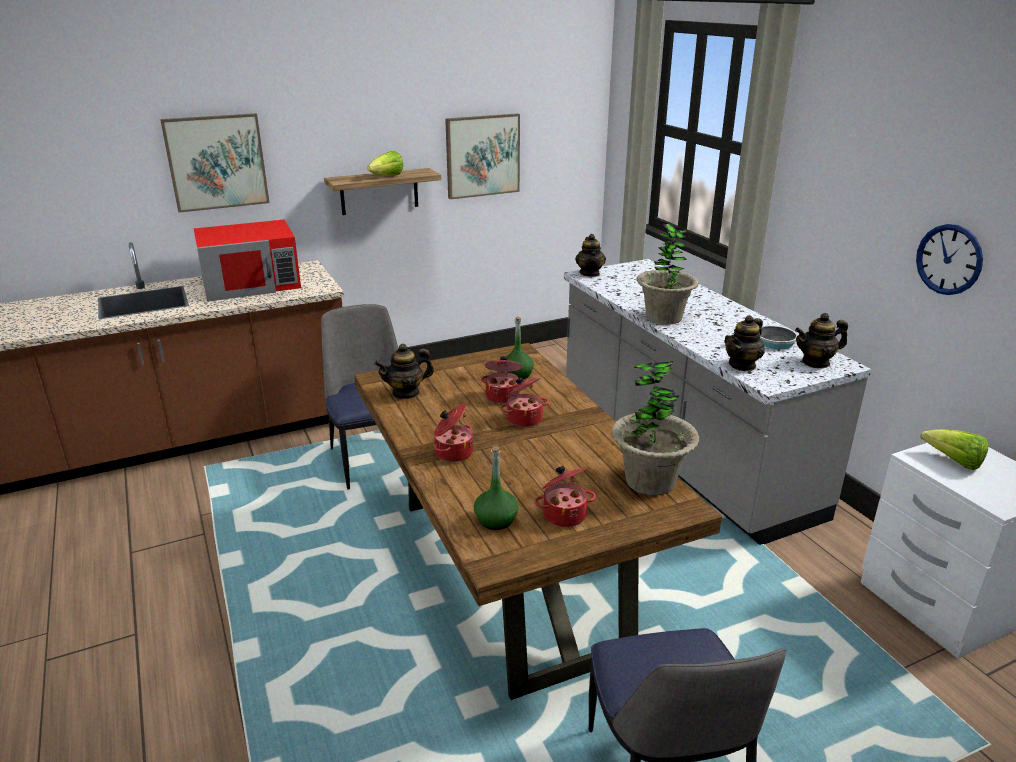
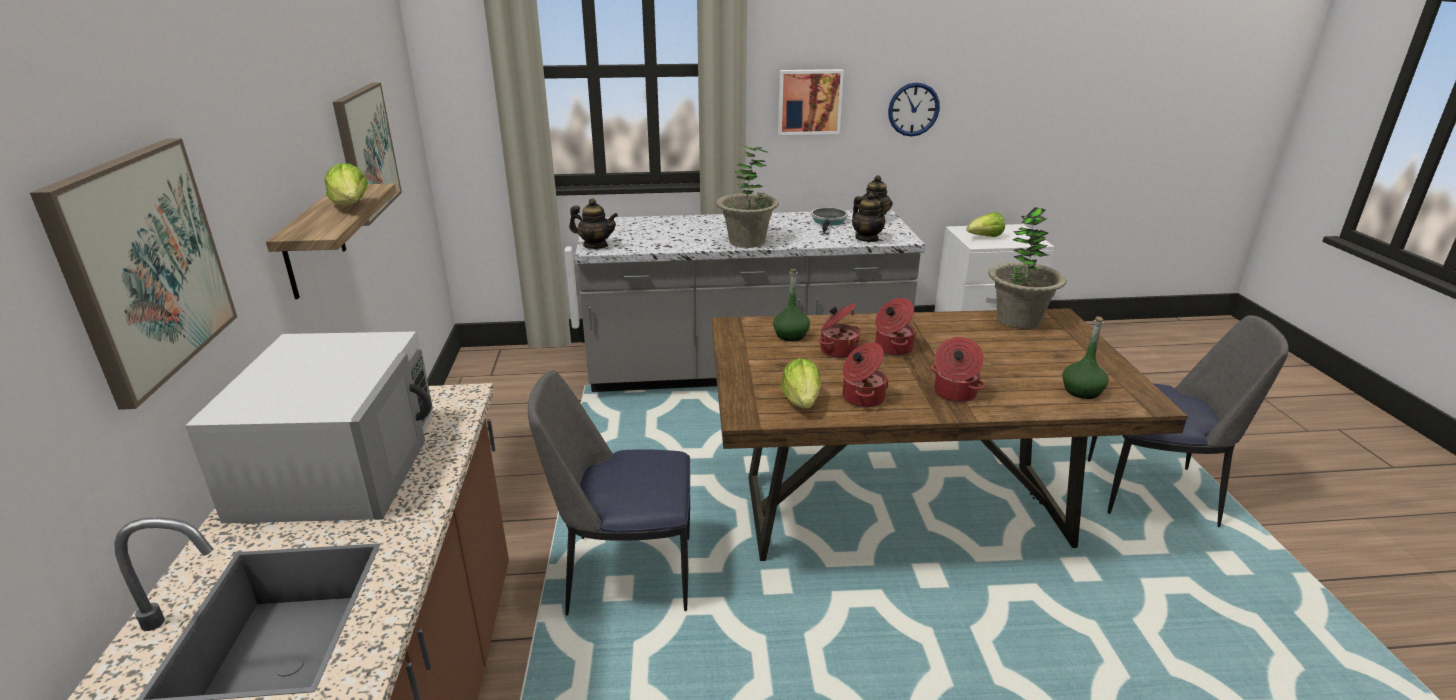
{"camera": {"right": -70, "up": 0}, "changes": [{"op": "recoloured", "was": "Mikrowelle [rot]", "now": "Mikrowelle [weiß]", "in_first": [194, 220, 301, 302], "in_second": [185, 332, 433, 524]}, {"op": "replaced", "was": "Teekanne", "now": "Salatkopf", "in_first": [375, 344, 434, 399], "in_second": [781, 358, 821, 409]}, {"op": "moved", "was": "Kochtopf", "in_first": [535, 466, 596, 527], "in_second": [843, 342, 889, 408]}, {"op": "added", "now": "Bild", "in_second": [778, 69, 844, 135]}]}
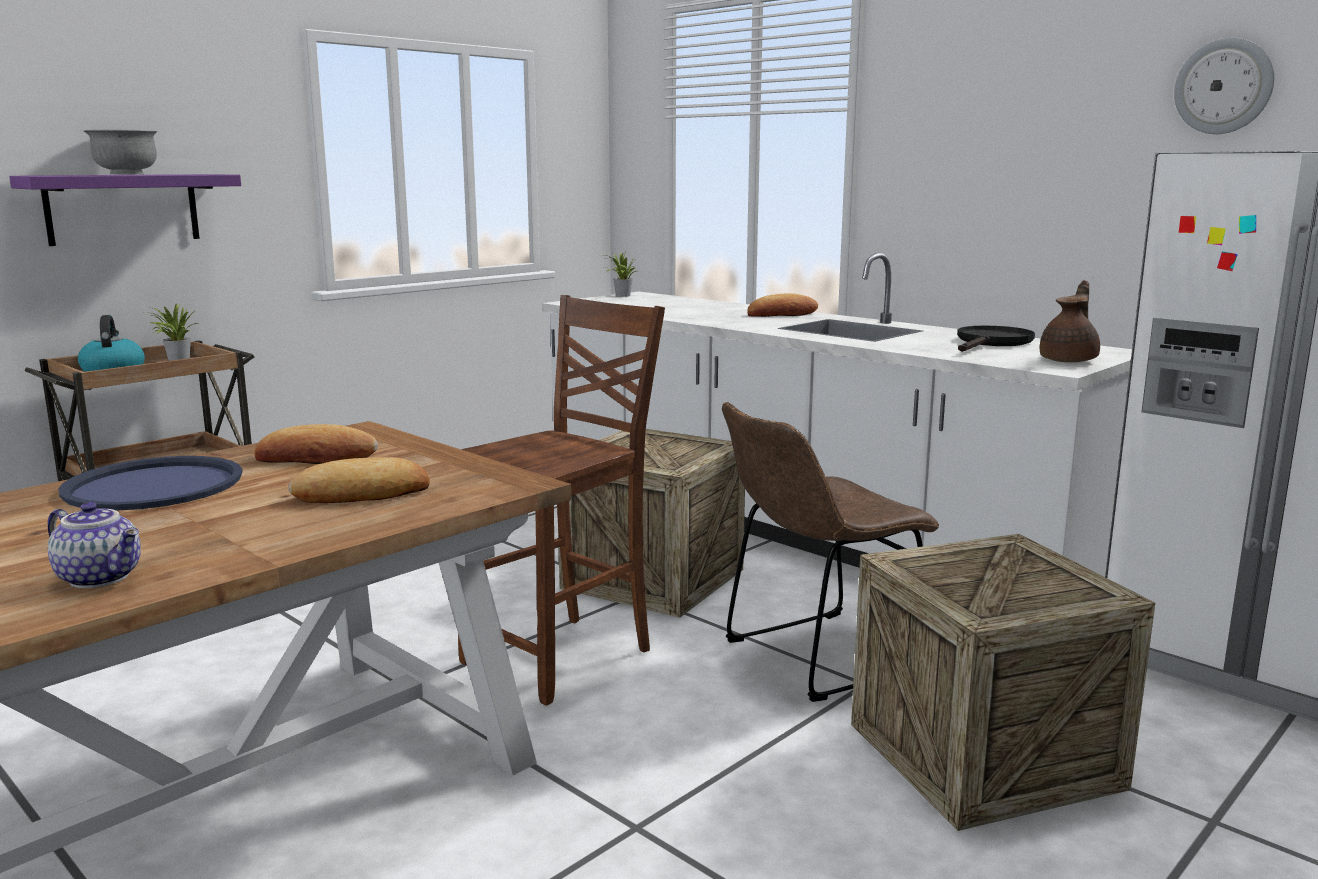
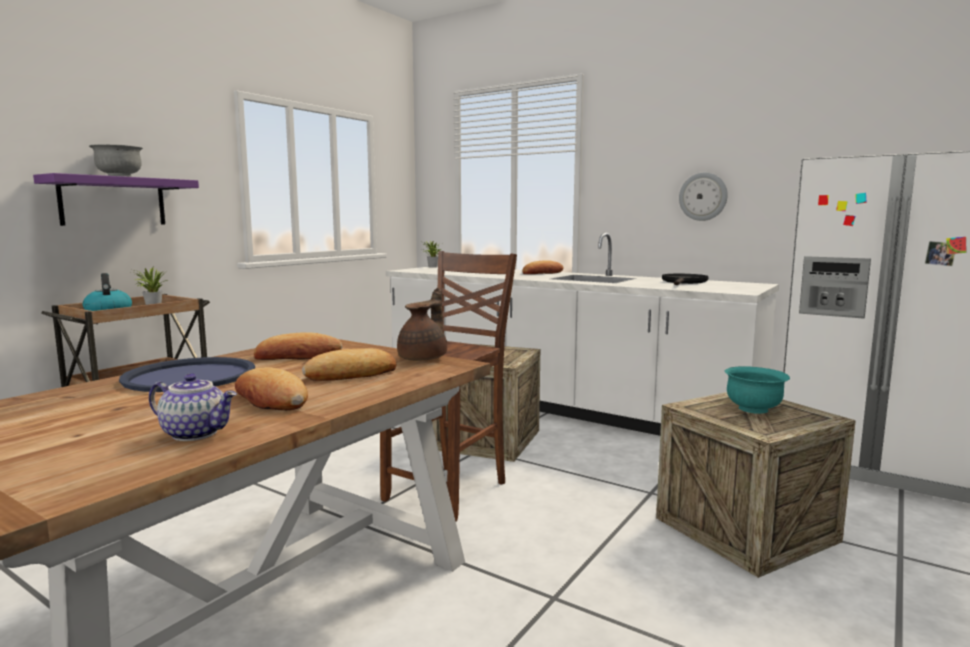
{"camera": {"right": -10, "up": -5}, "changes": [{"op": "removed", "was": "Stuhl [braun]", "in_first": [722, 402, 939, 702]}, {"op": "moved", "was": "Teekanne [braun]", "in_first": [1039, 280, 1100, 362], "in_second": [397, 287, 447, 361]}, {"op": "moved", "was": "Wanduhr", "in_first": [1174, 38, 1274, 134], "in_second": [679, 172, 728, 221]}, {"op": "added", "now": "Brot", "in_second": [235, 367, 308, 410]}, {"op": "added", "now": "Schüssel [türkis]", "in_second": [725, 366, 790, 414]}]}
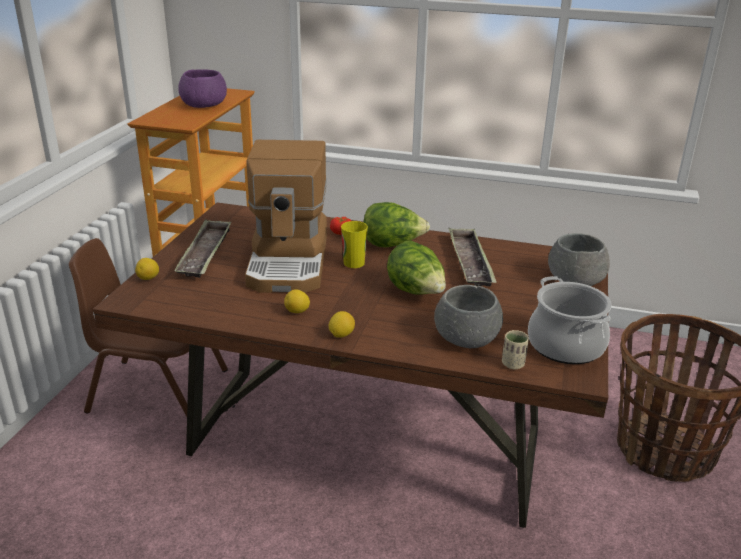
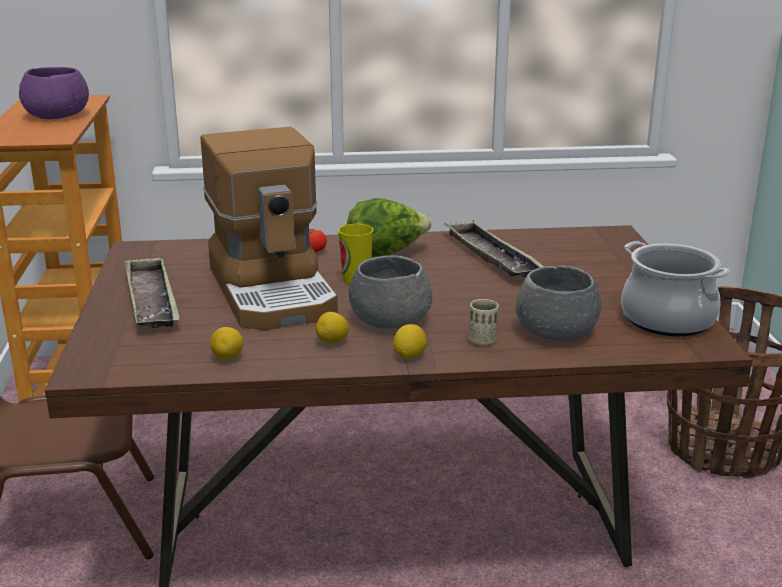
{"camera": {"right": -20, "up": -5}, "changes": [{"op": "moved", "was": "Zitrone", "in_first": [135, 258, 159, 280], "in_second": [210, 327, 243, 360]}, {"op": "removed", "was": "Salatkopf", "in_first": [387, 241, 446, 295]}, {"op": "moved", "was": "Tasse [beige]", "in_first": [502, 330, 529, 369], "in_second": [469, 299, 499, 346]}, {"op": "moved", "was": "Schüssel [grau]", "in_first": [548, 233, 610, 286], "in_second": [349, 256, 432, 328]}]}
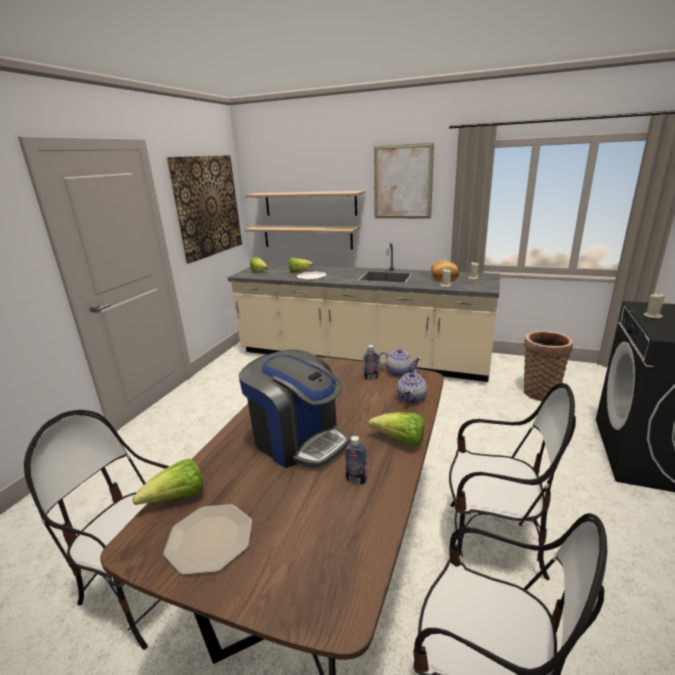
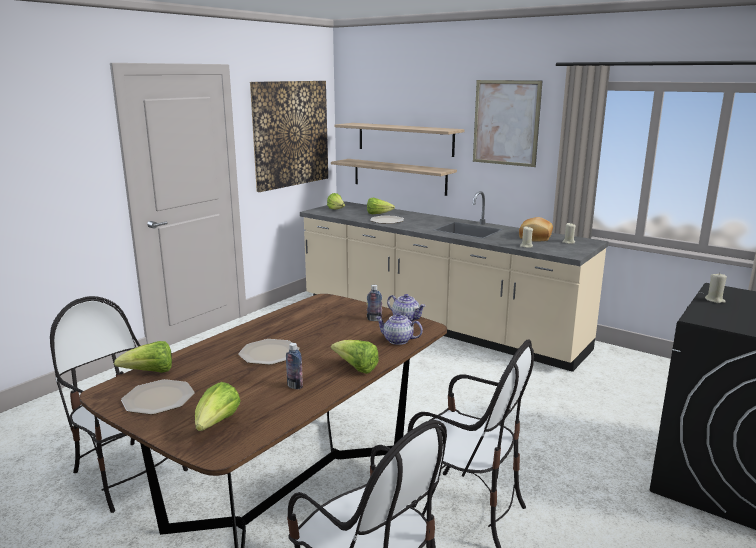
{"camera": {"right": 15, "up": -5}, "changes": [{"op": "replaced", "was": "Kaffeemaschine", "now": "Teller", "in_first": [239, 350, 350, 468], "in_second": [238, 339, 300, 365]}, {"op": "turned", "was": "Teekanne", "in_first": [397, 369, 427, 403], "in_second": [375, 313, 423, 345], "clockwise": 75}, {"op": "removed", "was": "Korb", "in_first": [524, 331, 573, 401]}, {"op": "added", "now": "Salatkopf", "in_second": [195, 382, 240, 431]}]}
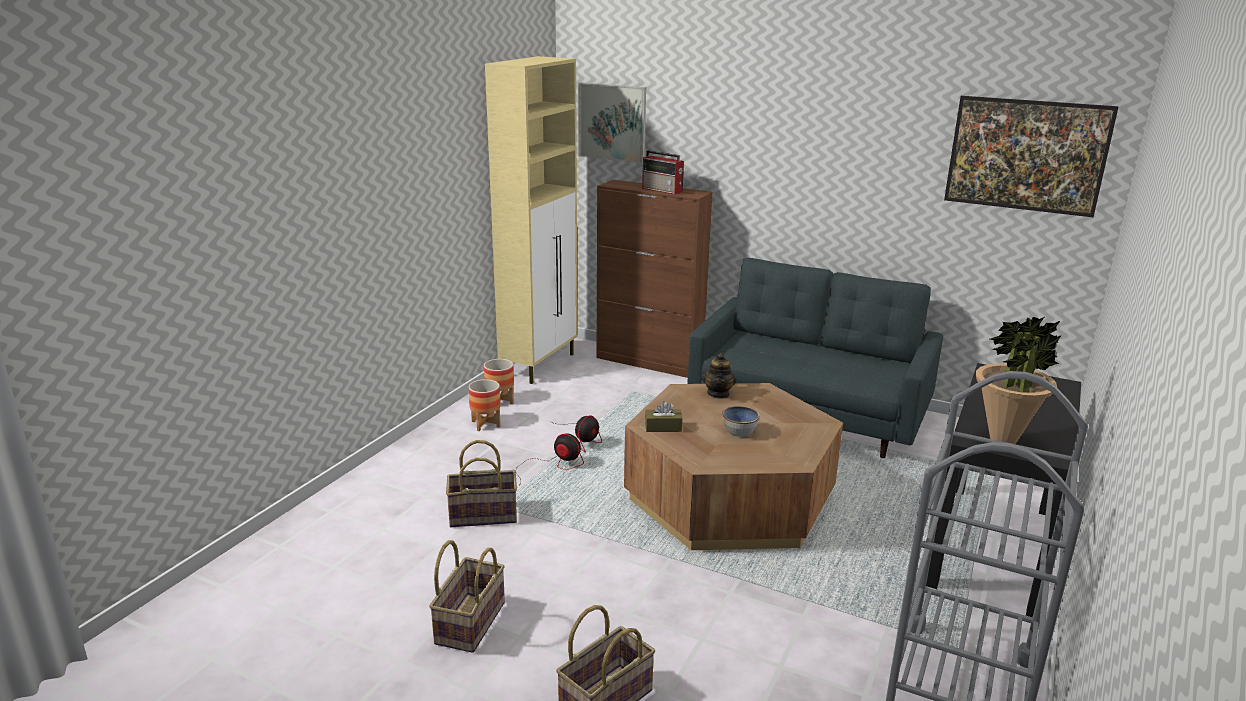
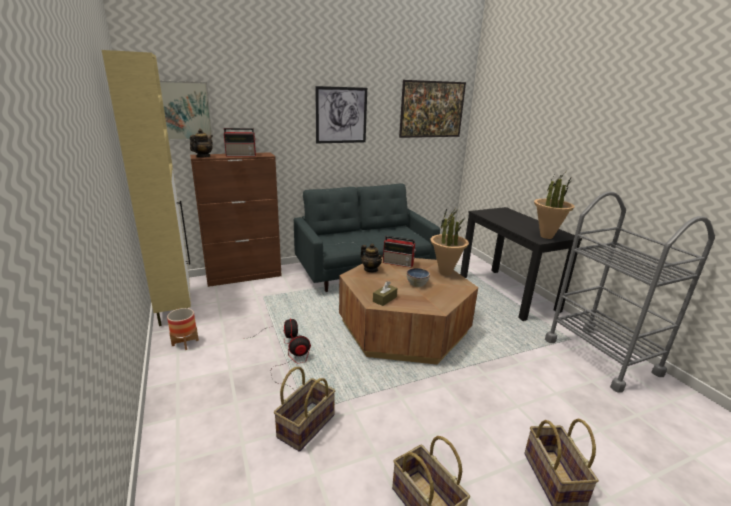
{"camera": {"right": -50, "up": 0}, "changes": [{"op": "removed", "was": "Pflanzkübel", "in_first": [468, 379, 501, 431]}, {"op": "added", "now": "Teekanne", "in_second": [190, 129, 213, 158]}, {"op": "added", "now": "Bild", "in_second": [315, 86, 367, 143]}, {"op": "added", "now": "Radio", "in_second": [383, 236, 416, 268]}, {"op": "added", "now": "Topfpflanze", "in_second": [431, 208, 469, 276]}]}
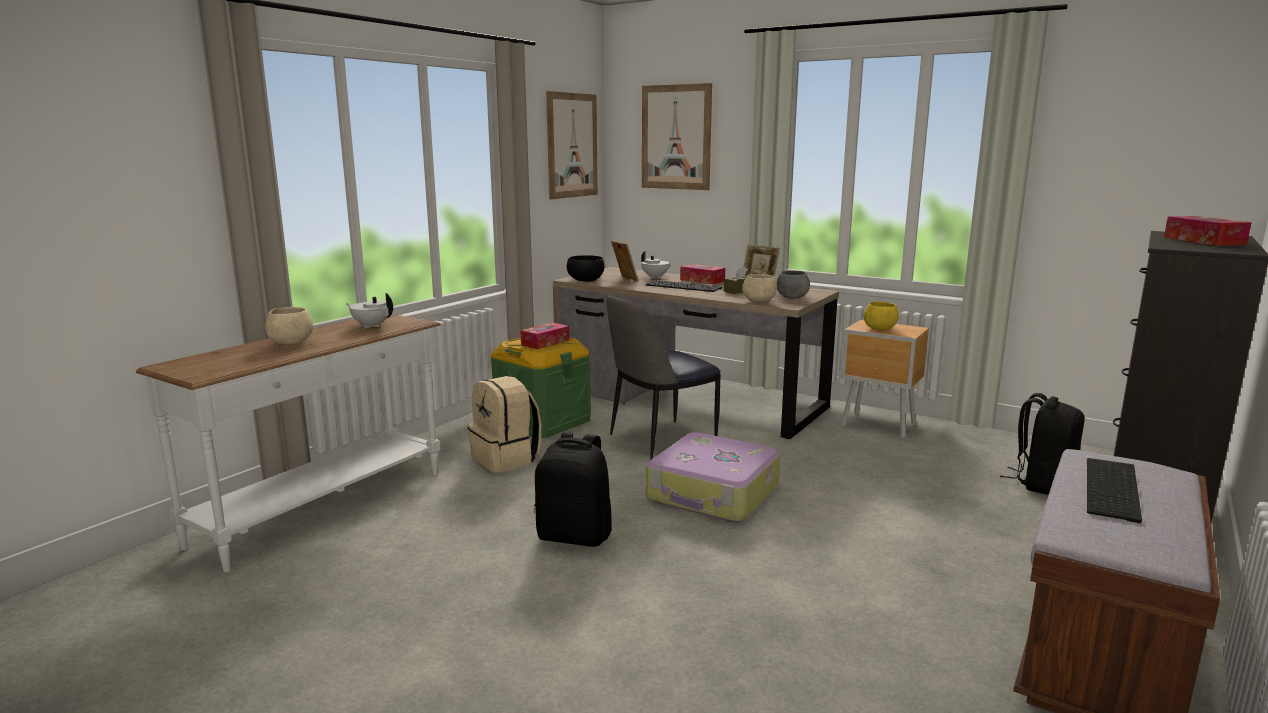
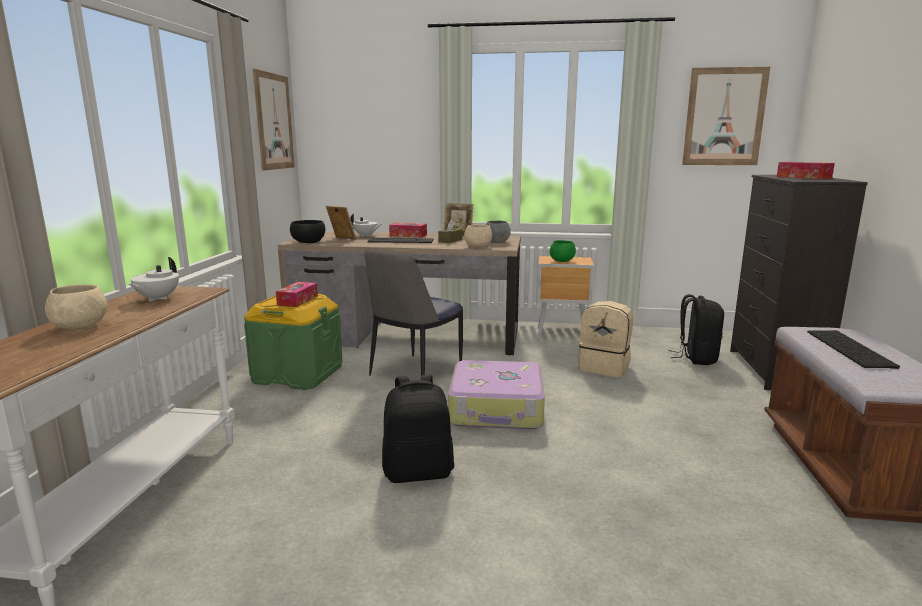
{"camera": {"right": -25, "up": 0}, "changes": [{"op": "turned", "was": "Teekanne [weiß]", "in_first": [345, 293, 393, 328], "in_second": [129, 257, 179, 302], "clockwise": -75}, {"op": "moved", "was": "Rucksack [beige]", "in_first": [468, 376, 541, 473], "in_second": [578, 301, 633, 377]}, {"op": "moved", "was": "Bild", "in_first": [642, 83, 712, 190], "in_second": [682, 67, 770, 165]}, {"op": "recoloured", "was": "Schüssel [gelb]", "now": "Schüssel [grün]", "in_first": [864, 302, 899, 330], "in_second": [550, 240, 576, 262]}]}
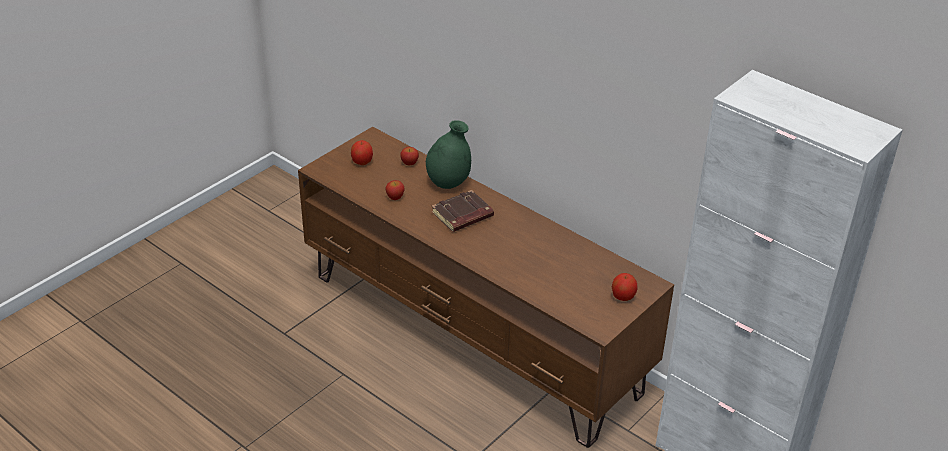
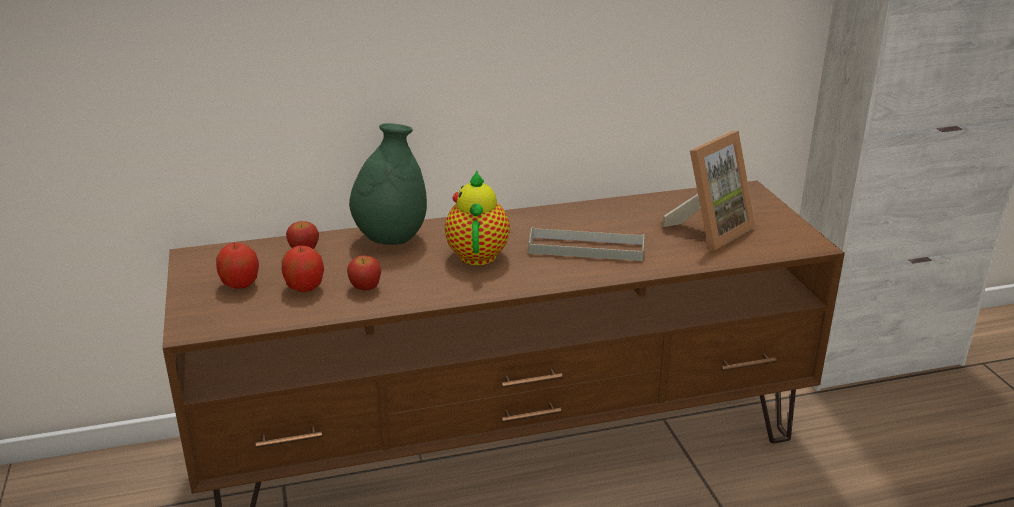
{"camera": {"right": -55, "up": -10}, "changes": [{"op": "replaced", "was": "Buch [braun]", "now": "Teekanne", "in_first": [432, 190, 494, 232], "in_second": [445, 171, 510, 265]}, {"op": "moved", "was": "Apfel", "in_first": [612, 273, 637, 301], "in_second": [282, 246, 324, 292]}, {"op": "added", "now": "Tablett [grau]", "in_second": [529, 227, 644, 261]}, {"op": "added", "now": "Bilderrahmen", "in_second": [662, 131, 756, 250]}]}
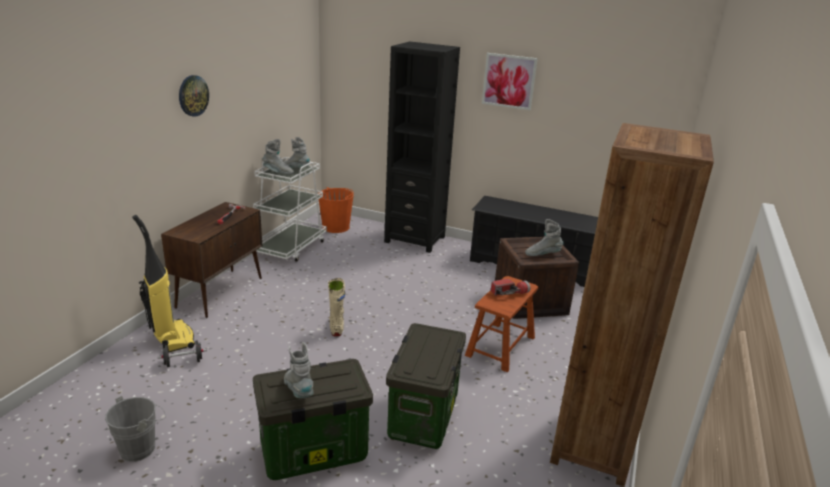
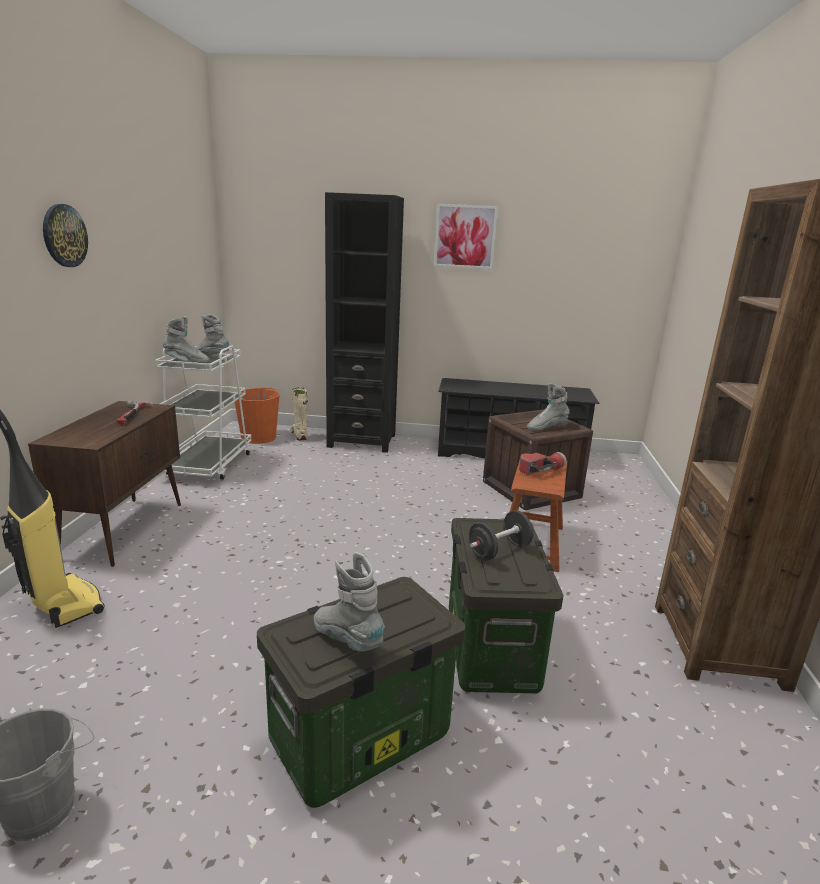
{"camera": {"right": -15, "up": -5}, "changes": [{"op": "moved", "was": "Hantel [schwarz]", "in_first": [158, 340, 207, 367], "in_second": [469, 510, 533, 561]}, {"op": "moved", "was": "Stiefel [beige]", "in_first": [328, 278, 345, 336], "in_second": [291, 387, 308, 440]}]}
